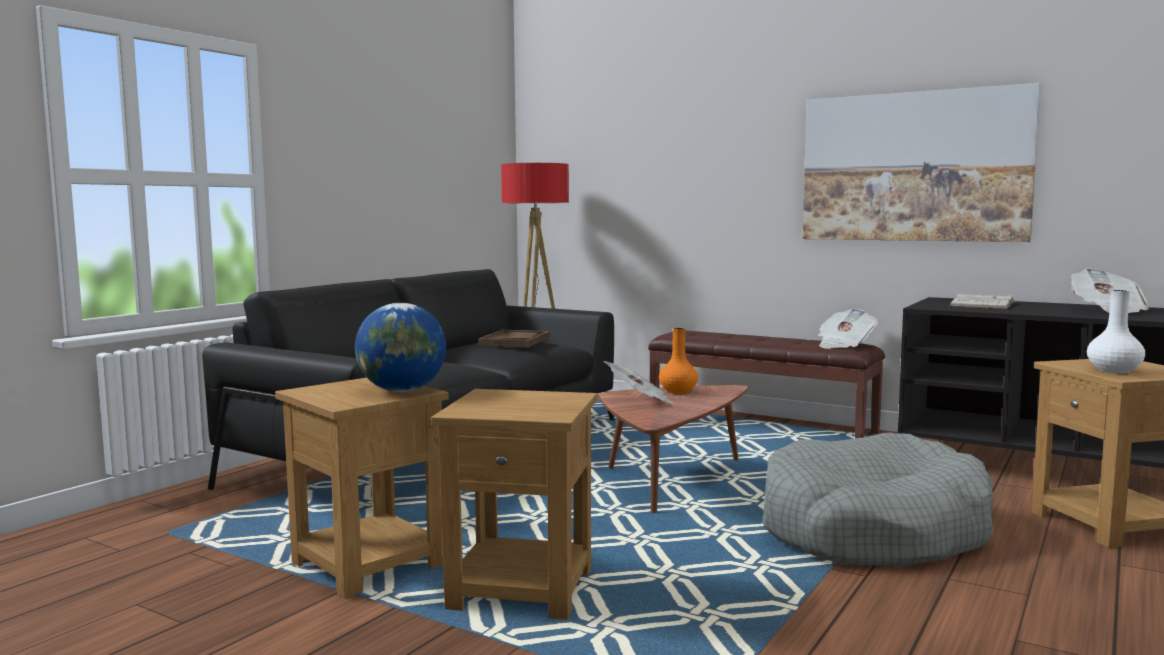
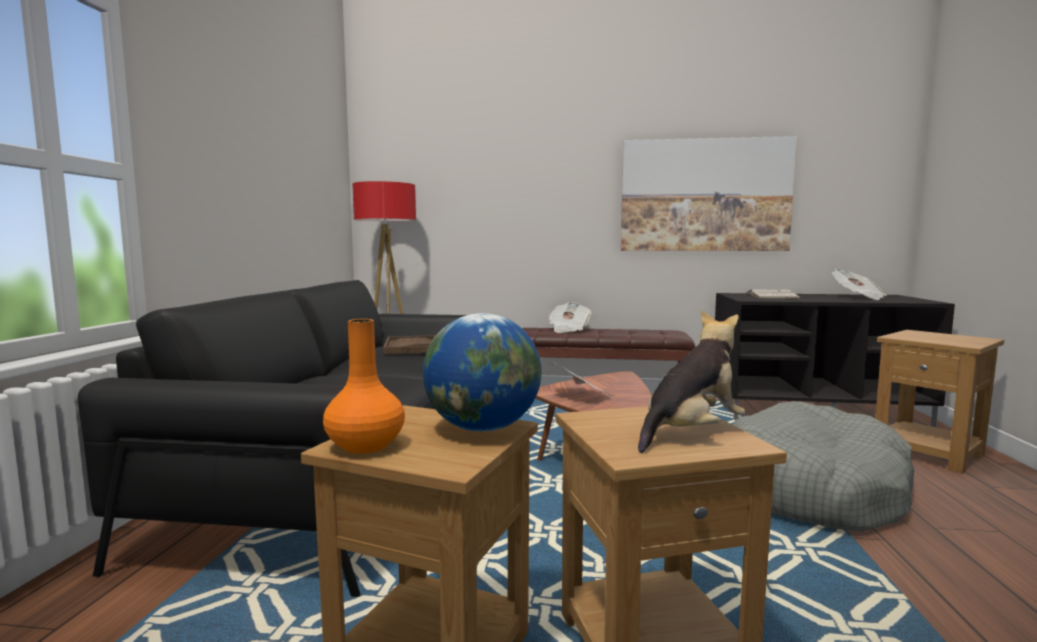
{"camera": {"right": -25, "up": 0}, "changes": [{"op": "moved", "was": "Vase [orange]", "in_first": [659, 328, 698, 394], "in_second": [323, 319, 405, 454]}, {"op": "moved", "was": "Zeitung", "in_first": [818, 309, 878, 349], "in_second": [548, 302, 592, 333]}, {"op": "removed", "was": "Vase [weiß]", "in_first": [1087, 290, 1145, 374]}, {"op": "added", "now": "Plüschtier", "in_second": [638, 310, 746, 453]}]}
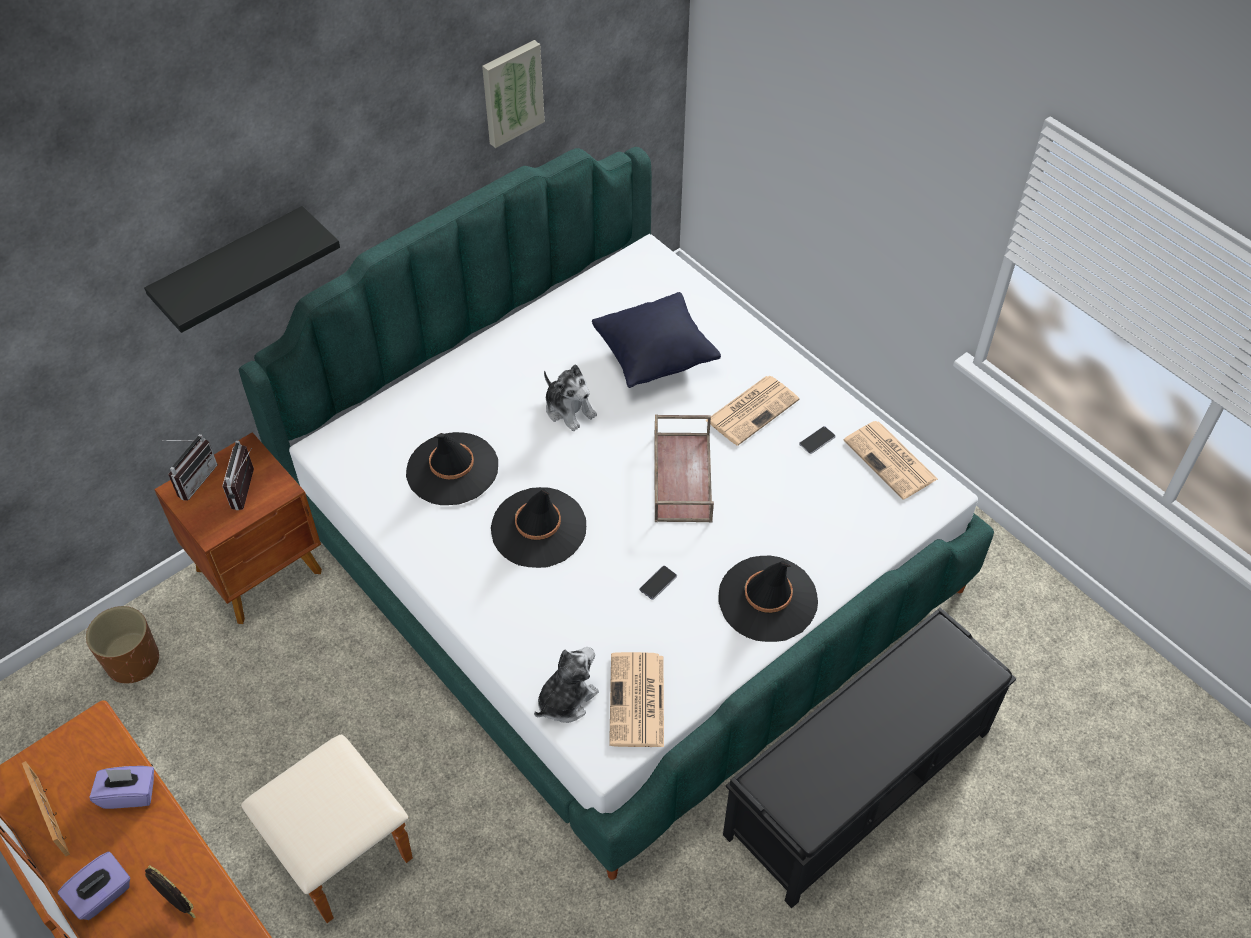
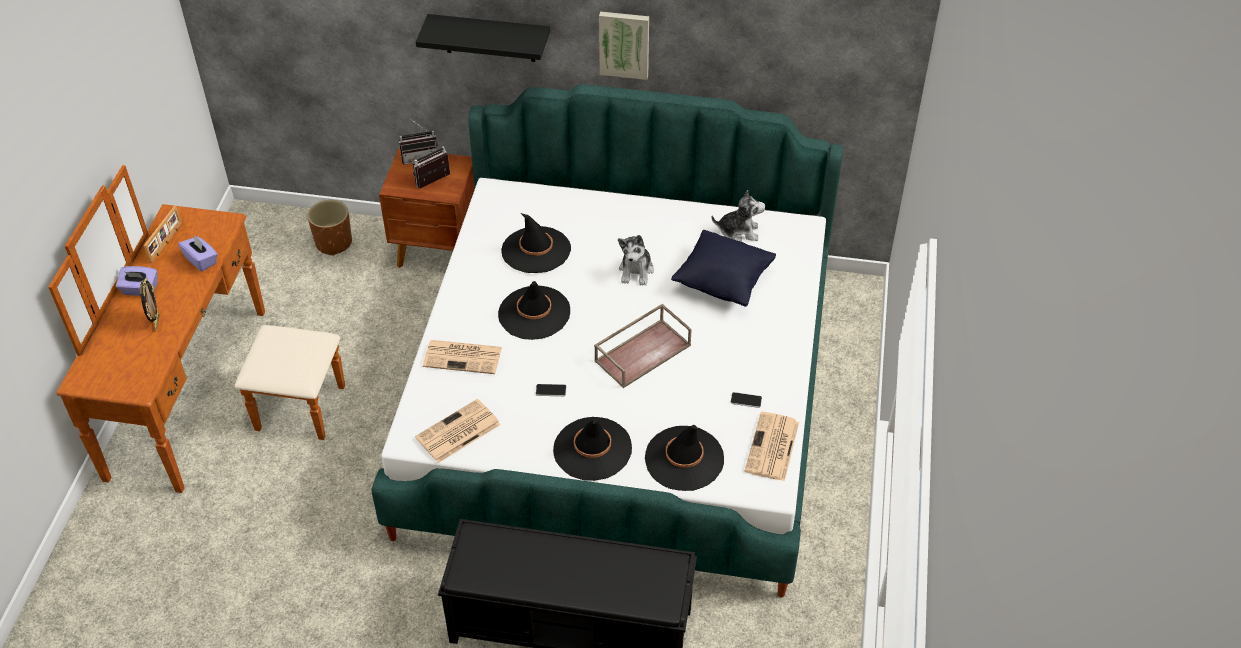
{"camera": {"right": 50, "up": -5}, "changes": [{"op": "moved", "was": "Bild", "in_first": [482, 40, 545, 148], "in_second": [599, 11, 649, 80]}, {"op": "moved", "was": "Plüschtier", "in_first": [534, 647, 599, 723], "in_second": [711, 190, 766, 241]}, {"op": "moved", "was": "Zeitung", "in_first": [705, 376, 799, 446], "in_second": [423, 340, 502, 374]}, {"op": "added", "now": "Hut [schwarz]", "in_second": [645, 425, 724, 491]}]}
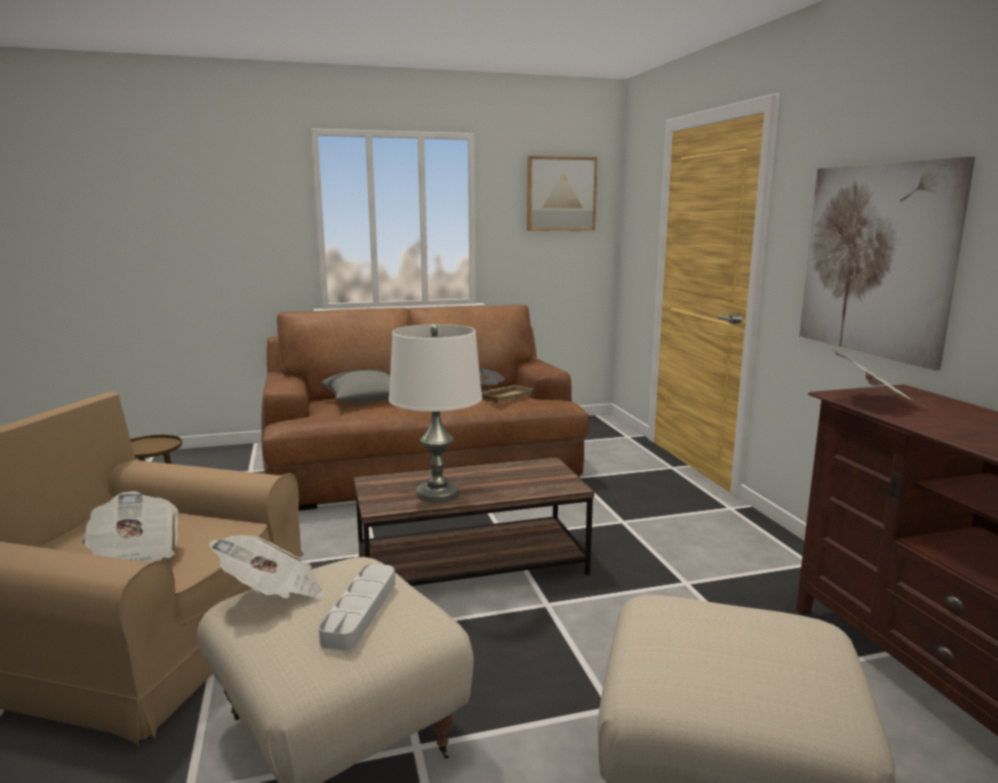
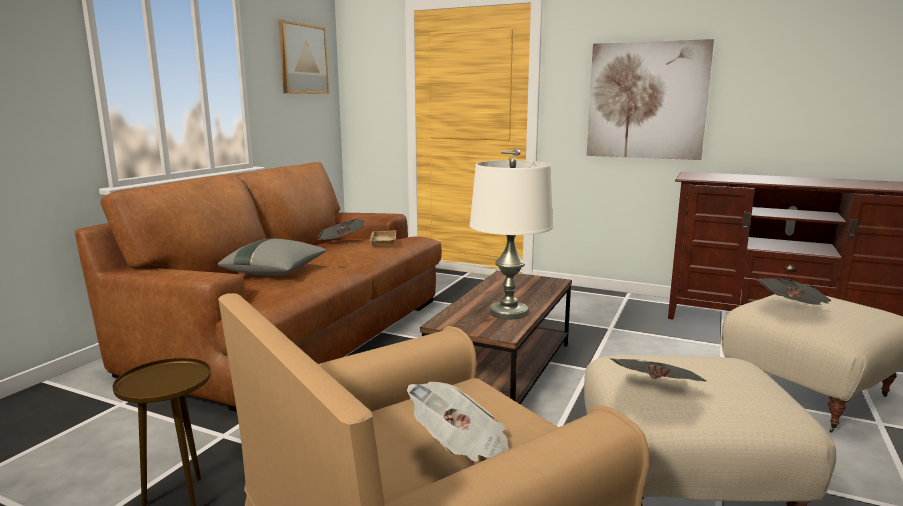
{"camera": {"right": -50, "up": 0}, "changes": [{"op": "removed", "was": "Tablett [grau]", "in_first": [319, 564, 395, 651]}, {"op": "moved", "was": "Zeitung", "in_first": [834, 351, 930, 408], "in_second": [756, 278, 831, 305]}]}
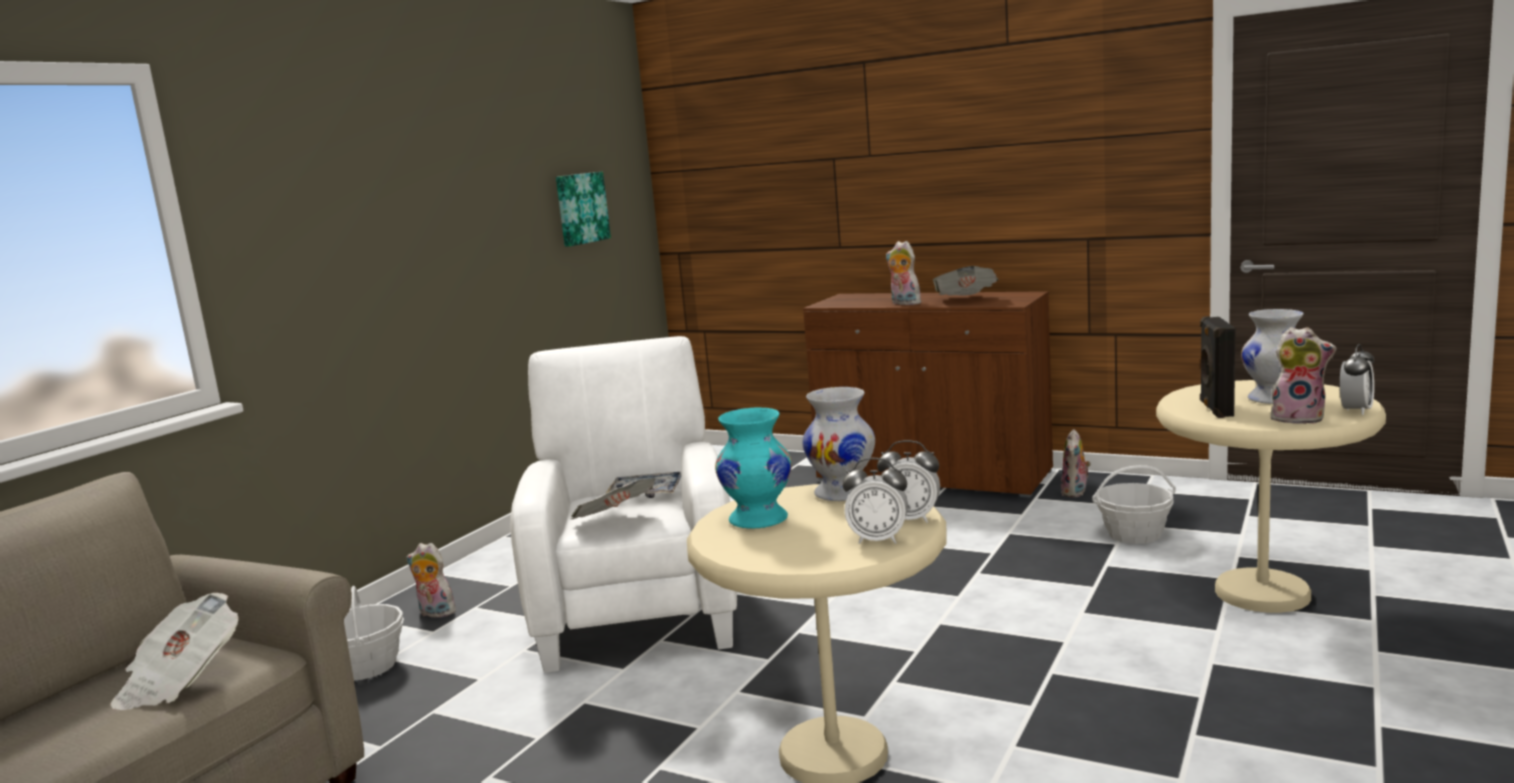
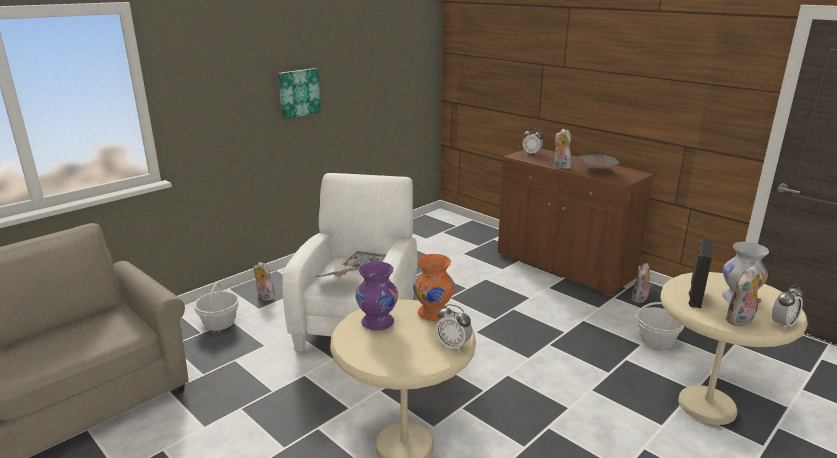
{"camera": {"right": 15, "up": 10}, "changes": [{"op": "removed", "was": "Zeitung", "in_first": [110, 593, 238, 710]}, {"op": "moved", "was": "Bild", "in_first": [556, 172, 611, 247], "in_second": [278, 68, 321, 119]}, {"op": "recoloured", "was": "Vase [türkis]", "now": "Vase [lila]", "in_first": [715, 408, 792, 529], "in_second": [355, 261, 398, 330]}, {"op": "recoloured", "was": "Vase [weiß]", "now": "Vase [orange]", "in_first": [802, 387, 875, 501], "in_second": [413, 254, 455, 321]}, {"op": "moved", "was": "Wecker", "in_first": [842, 458, 908, 544], "in_second": [523, 128, 543, 155]}, {"op": "turned", "was": "Plüschtier", "in_first": [1271, 327, 1336, 424], "in_second": [725, 266, 762, 326], "clockwise": 105}]}
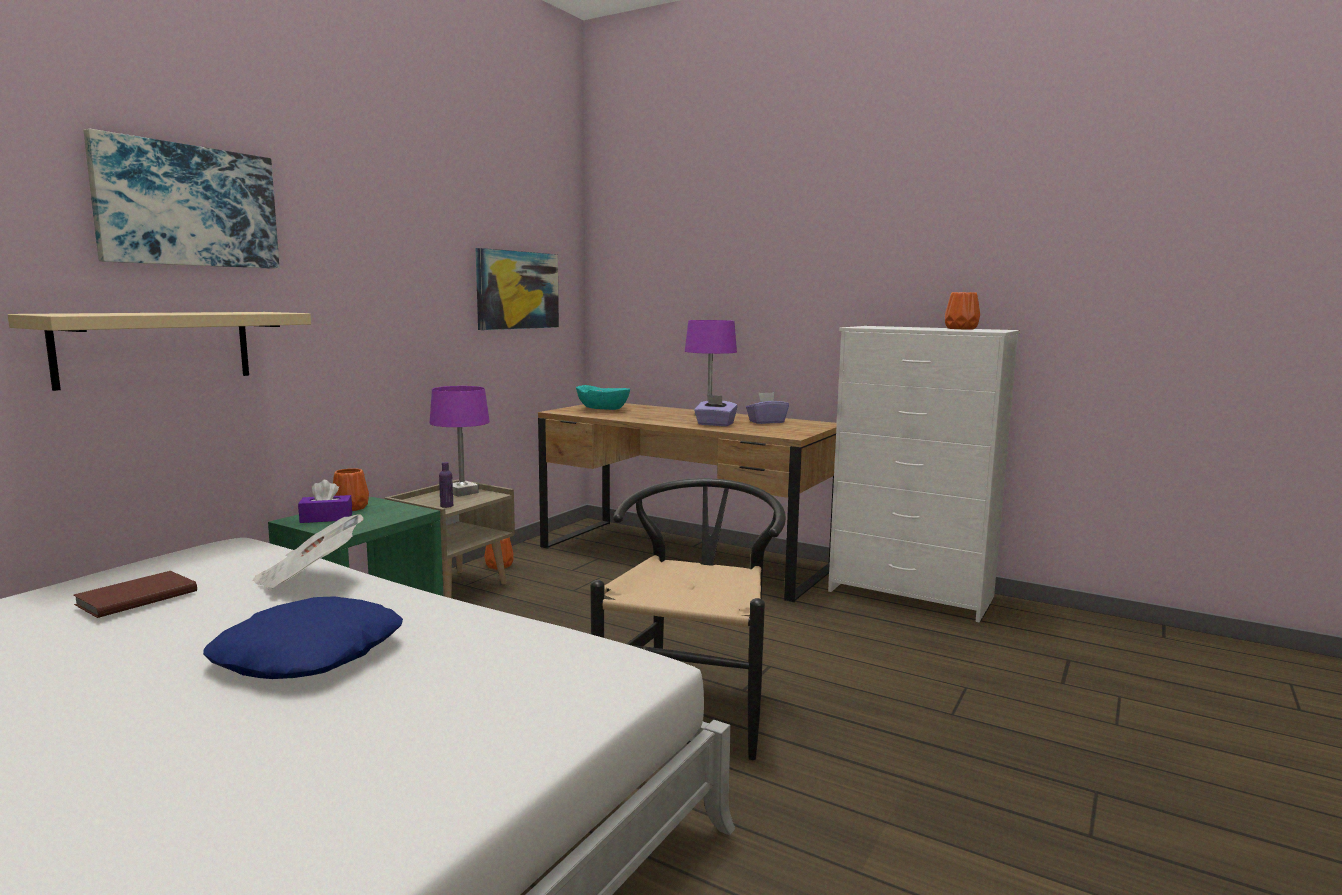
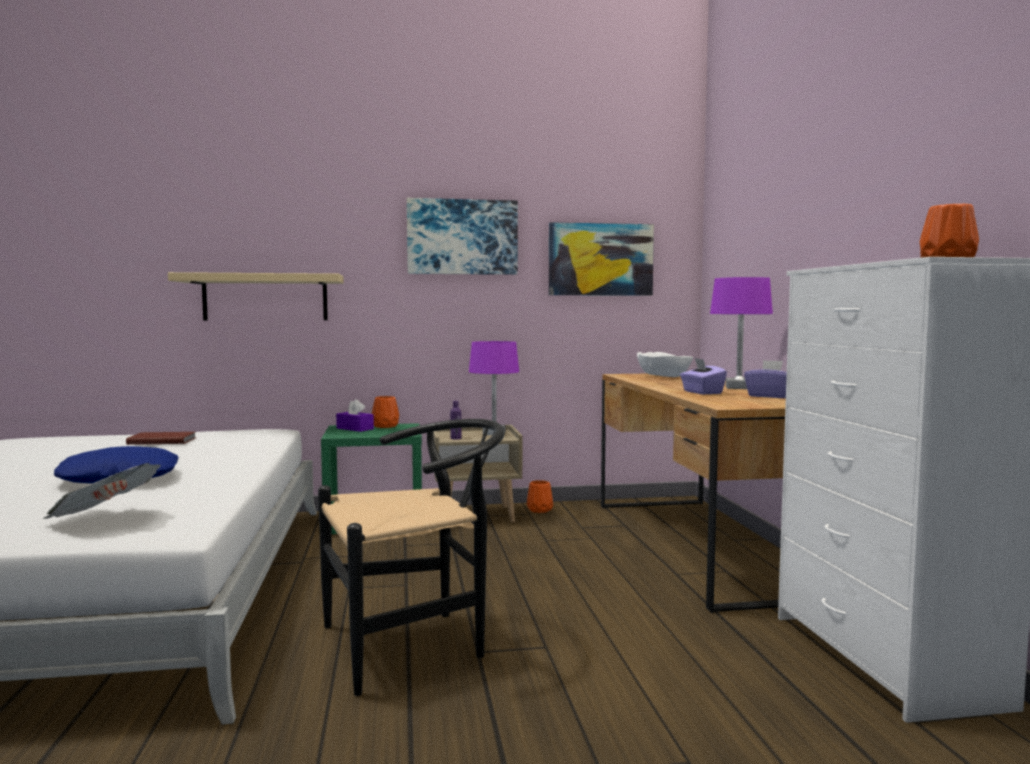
{"camera": {"right": 50, "up": -5}, "changes": [{"op": "moved", "was": "Bild", "in_first": [84, 129, 279, 269], "in_second": [407, 198, 518, 275]}, {"op": "moved", "was": "Zeitung", "in_first": [253, 515, 364, 589], "in_second": [43, 463, 161, 519]}, {"op": "recoloured", "was": "Schüssel [türkis]", "now": "Schüssel [weiß]", "in_first": [576, 385, 630, 410], "in_second": [637, 352, 693, 377]}]}
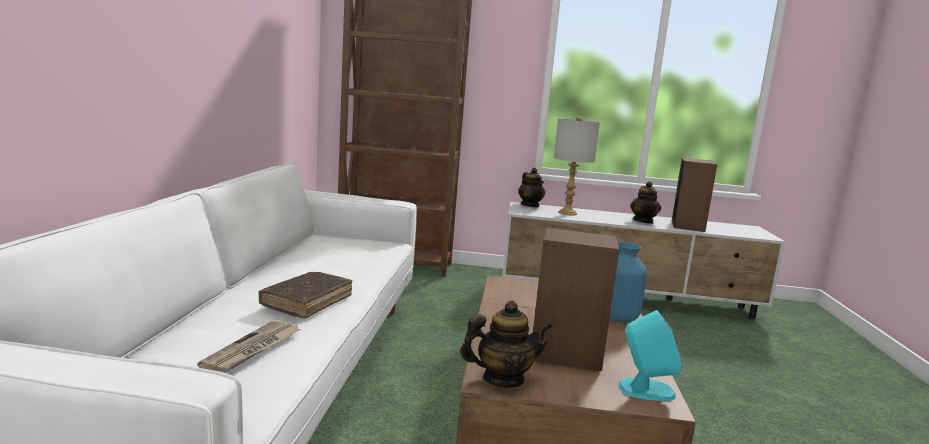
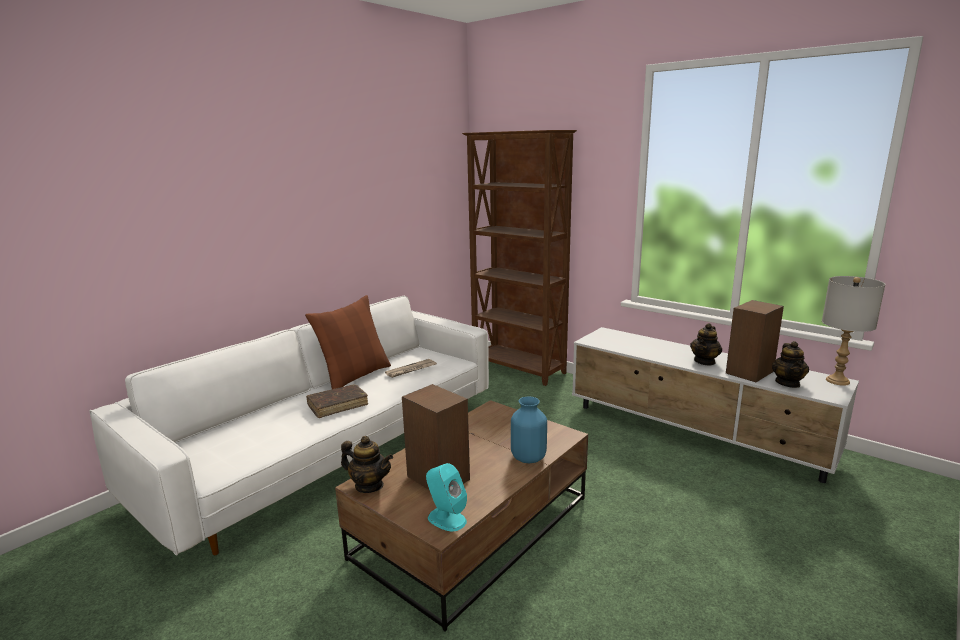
{"camera": {"right": 35, "up": 5}, "changes": [{"op": "moved", "was": "Zeitung", "in_first": [197, 320, 301, 373], "in_second": [385, 359, 437, 378]}, {"op": "moved", "was": "Teekanne", "in_first": [518, 168, 545, 207], "in_second": [772, 341, 809, 388]}, {"op": "moved", "was": "Tischlampe [grau]", "in_first": [554, 117, 600, 216], "in_second": [822, 276, 885, 386]}, {"op": "added", "now": "Kissen [braun]", "in_second": [305, 295, 391, 389]}]}
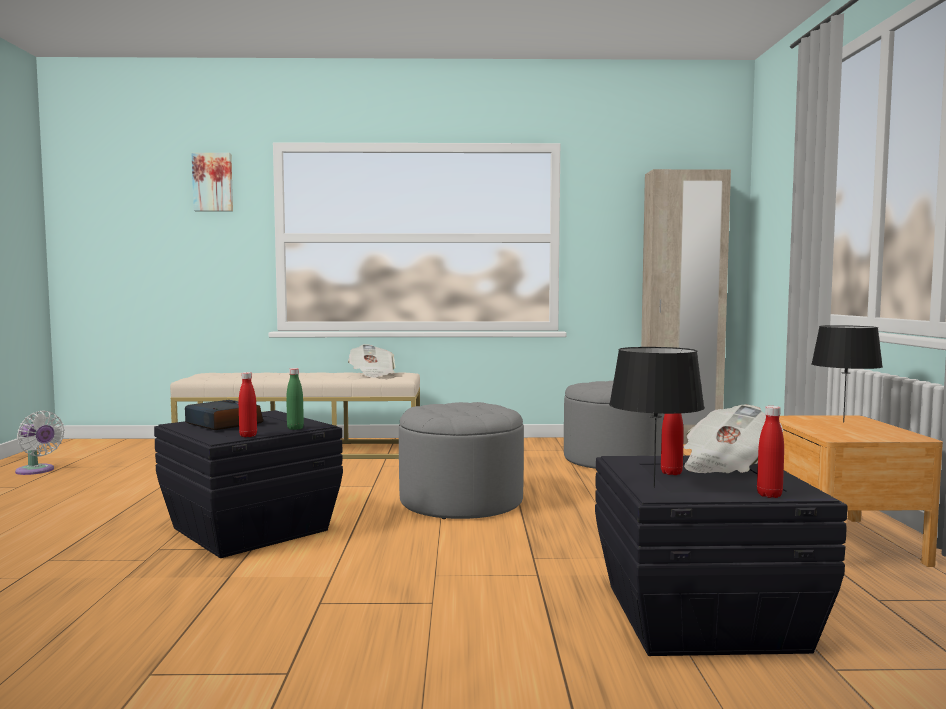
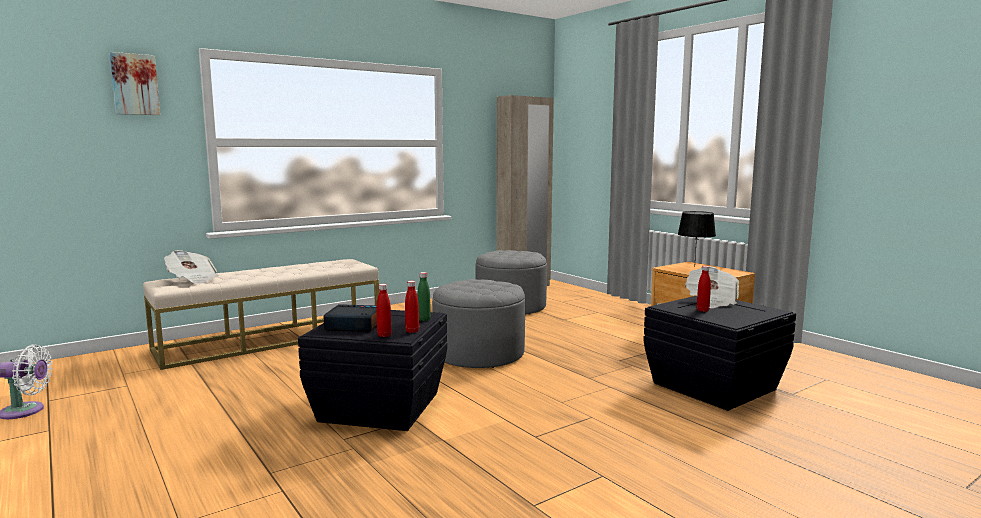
{"camera": {"right": -35, "up": 5}, "changes": [{"op": "moved", "was": "Zeitung", "in_first": [348, 344, 395, 378], "in_second": [164, 250, 219, 284]}, {"op": "removed", "was": "Tischlampe [schwarz]", "in_first": [609, 347, 705, 488]}, {"op": "moved", "was": "Flasche [rot]", "in_first": [757, 406, 784, 498], "in_second": [376, 284, 391, 337]}]}
